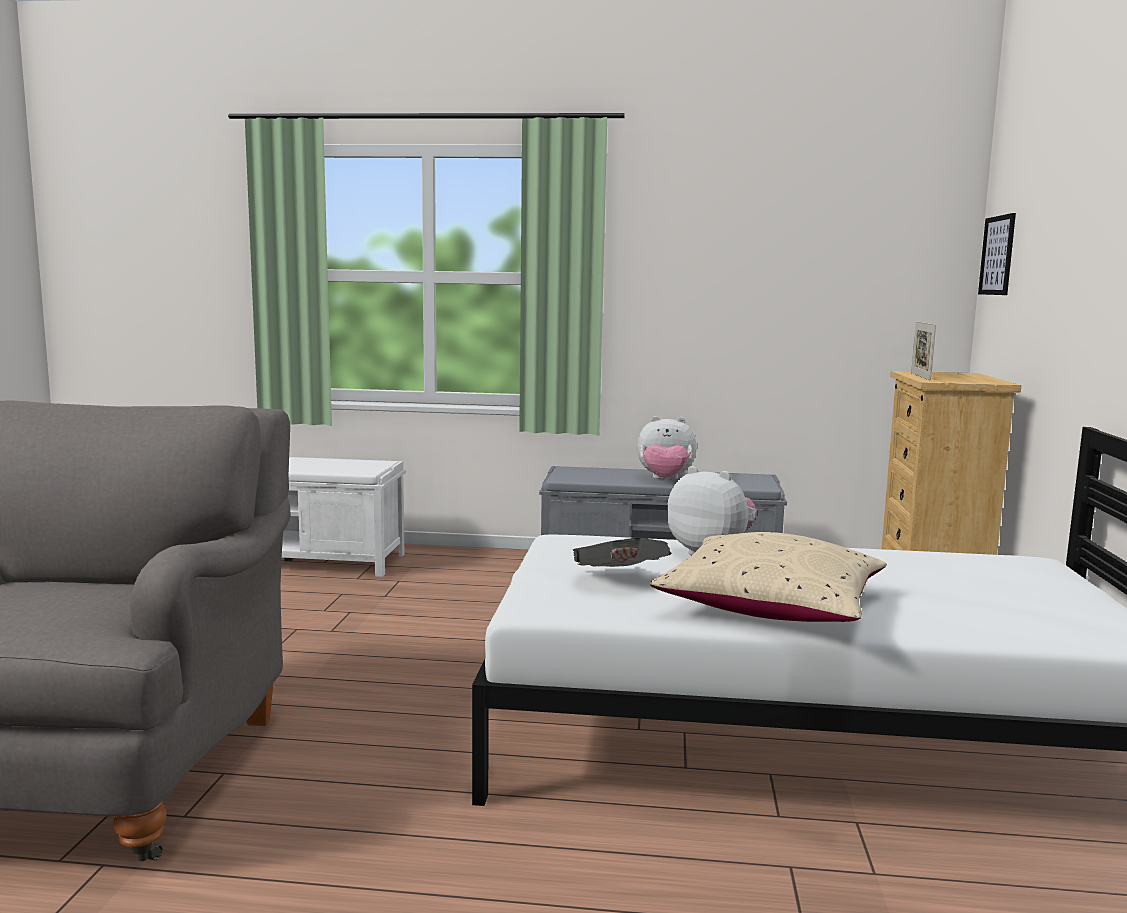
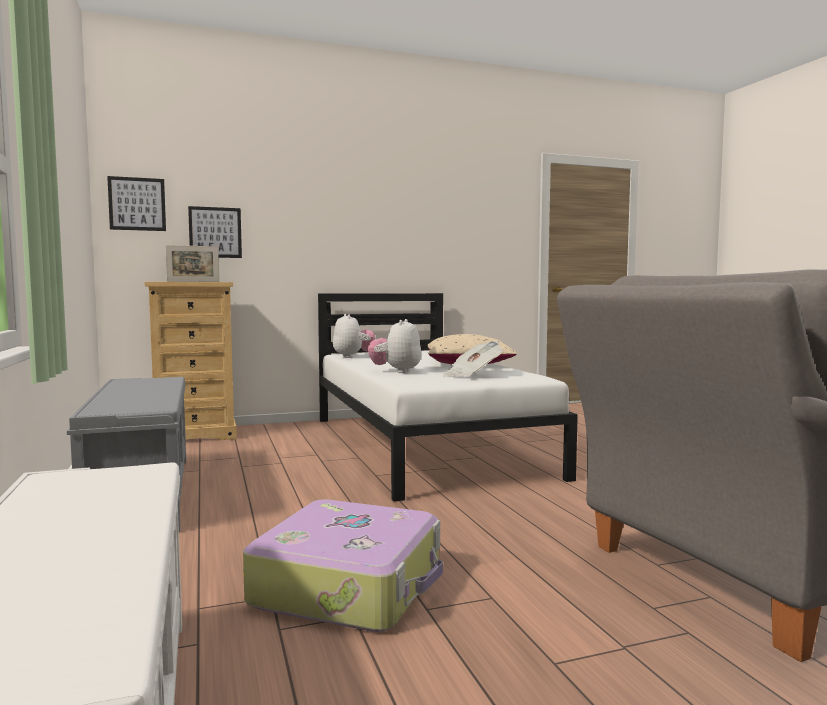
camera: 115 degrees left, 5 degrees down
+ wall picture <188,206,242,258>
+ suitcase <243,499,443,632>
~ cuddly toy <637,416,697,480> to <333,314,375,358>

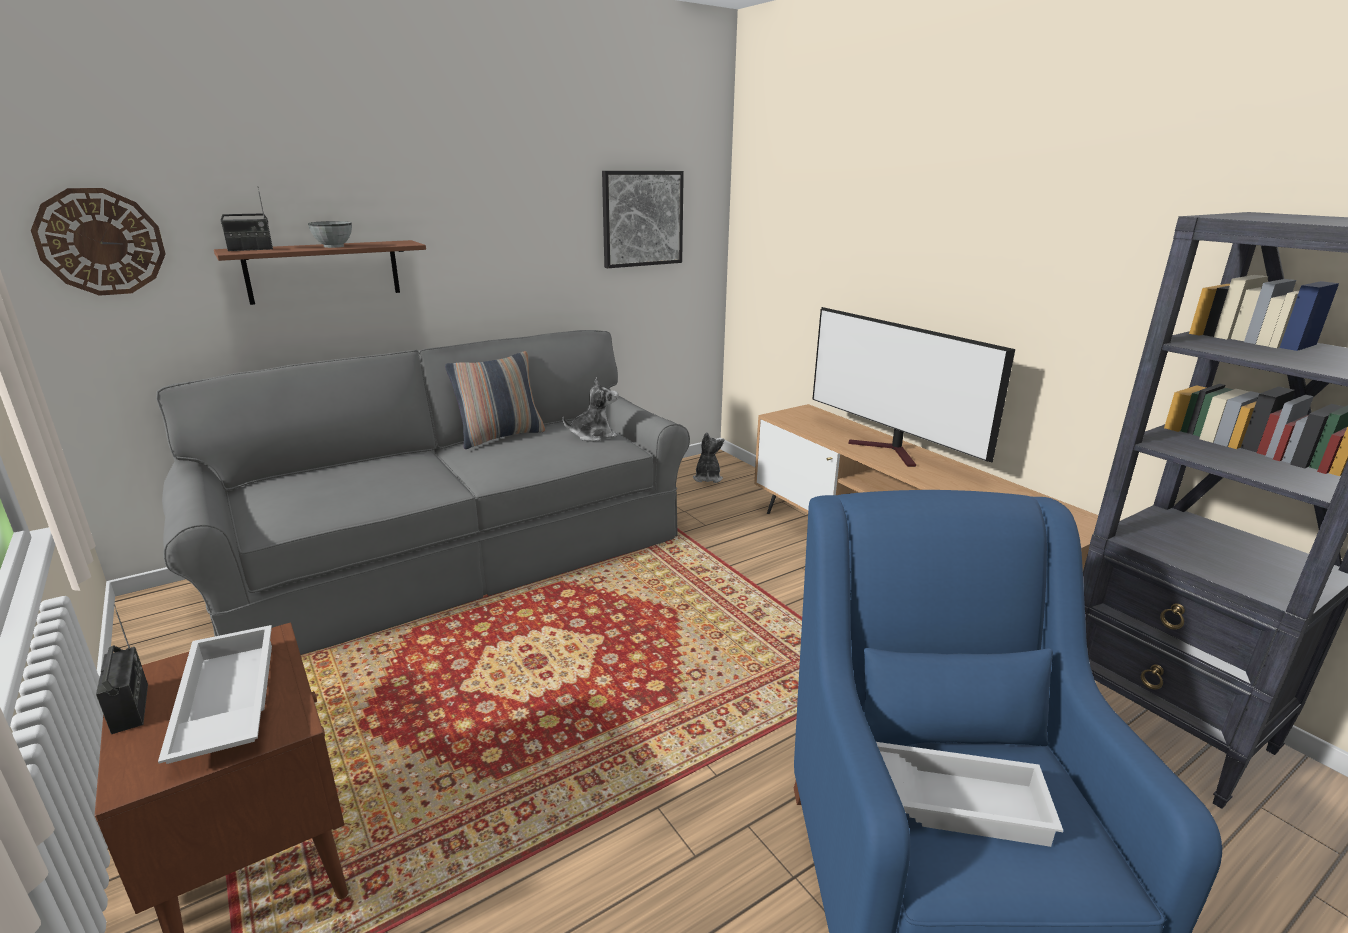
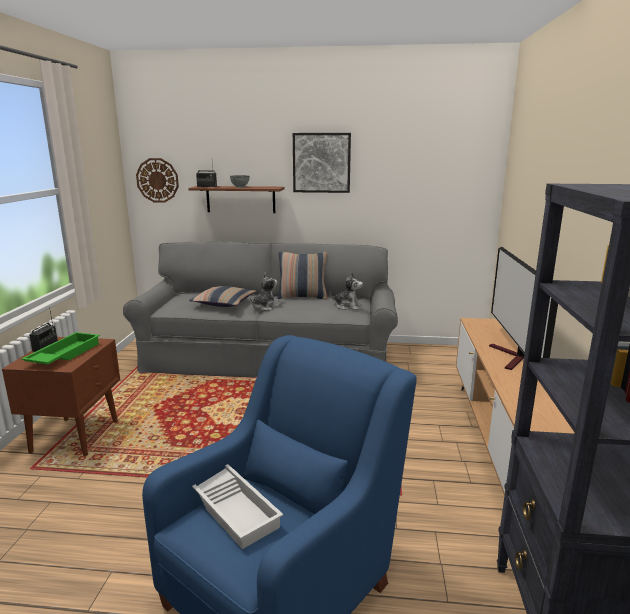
camera: 40 degrees right, 5 degrees down
~ whitish tray <158,625,272,764> to green tray <21,332,100,365>
+ pillow <189,286,256,307>
~ cuddly toy <693,432,724,483> to <250,273,279,311>
~ wall picture <602,171,684,268> to <293,133,351,193>

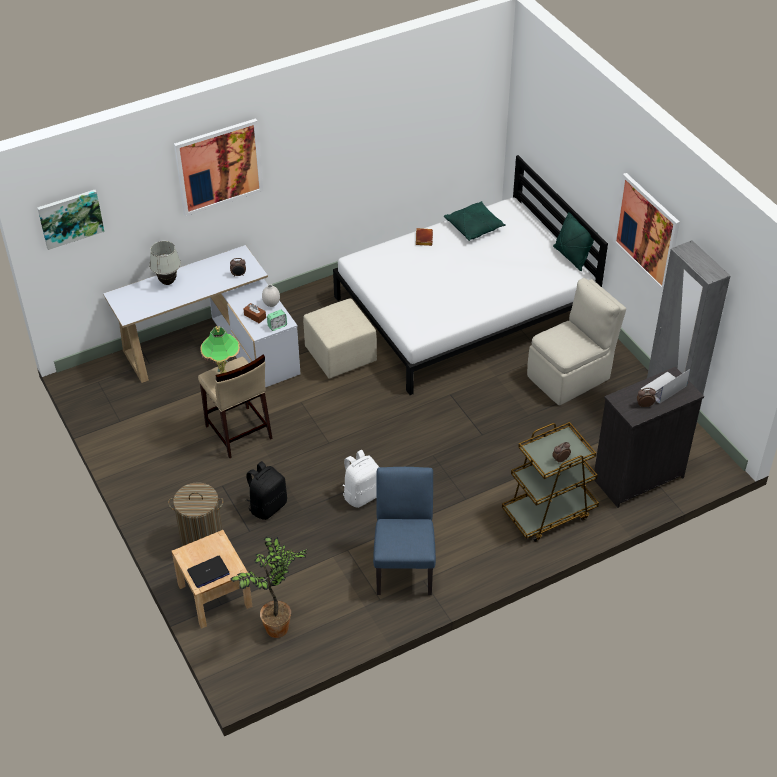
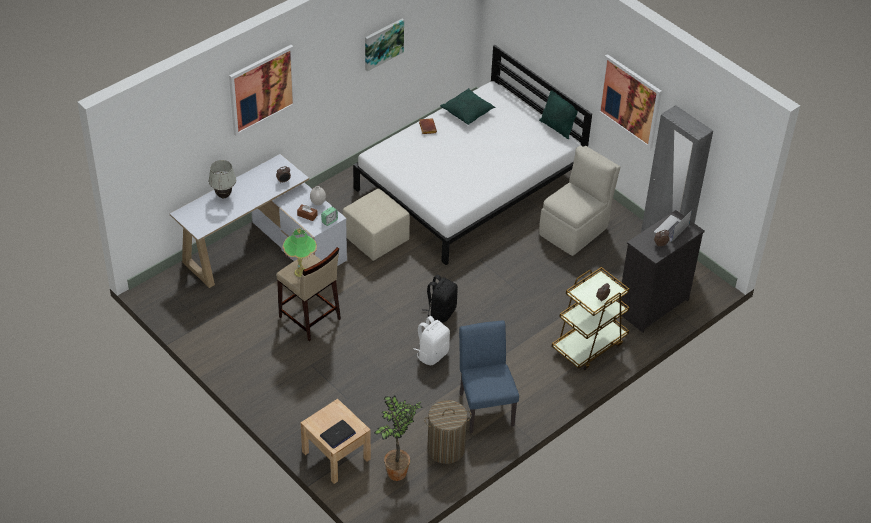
camera: 15 degrees left, 0 degrees up
~ wall picture <37,190,104,250> to <365,19,404,72>
~ blackish knapsack <246,461,287,520> to <422,275,458,323>
~ laundry basket <168,482,223,546> to <424,400,471,464>

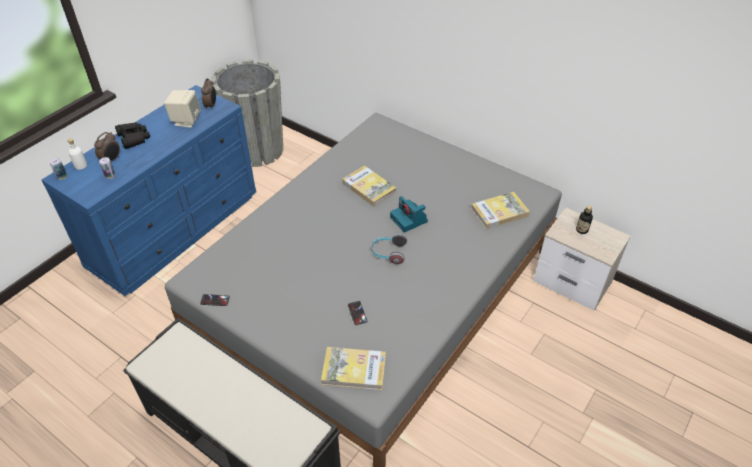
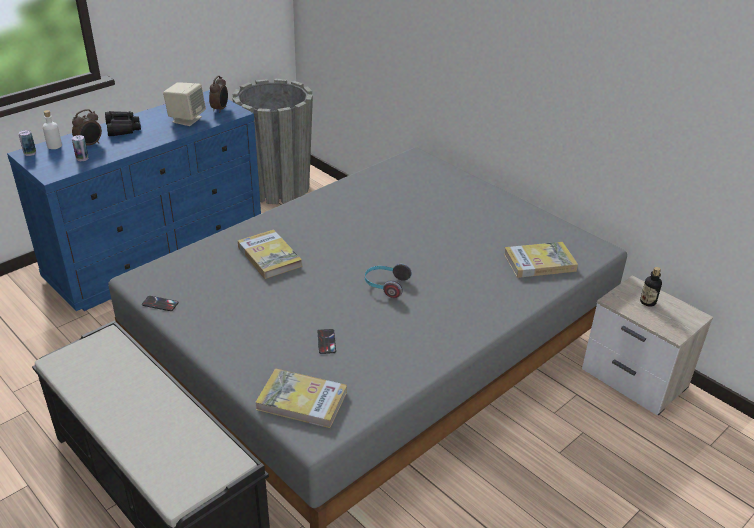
camera: 10 degrees right, 10 degrees down
~ bound book <342,166,396,207> to <238,229,302,279>
- still camera <390,196,428,233>

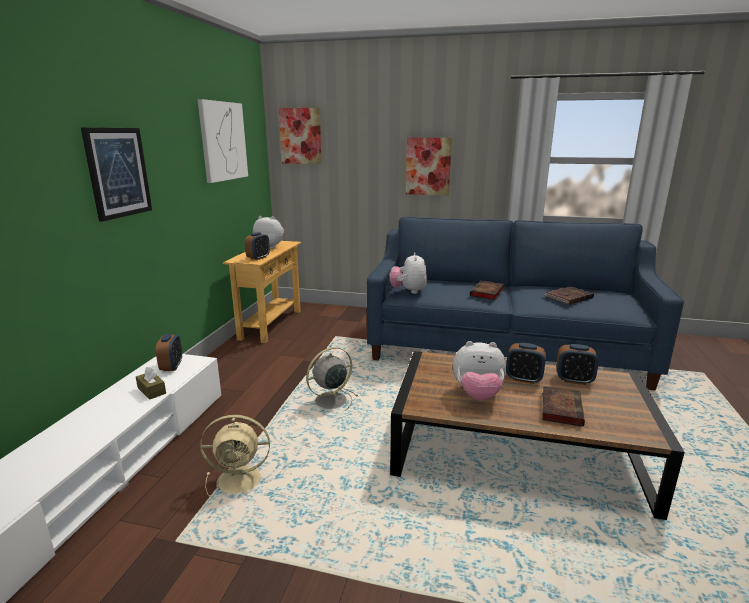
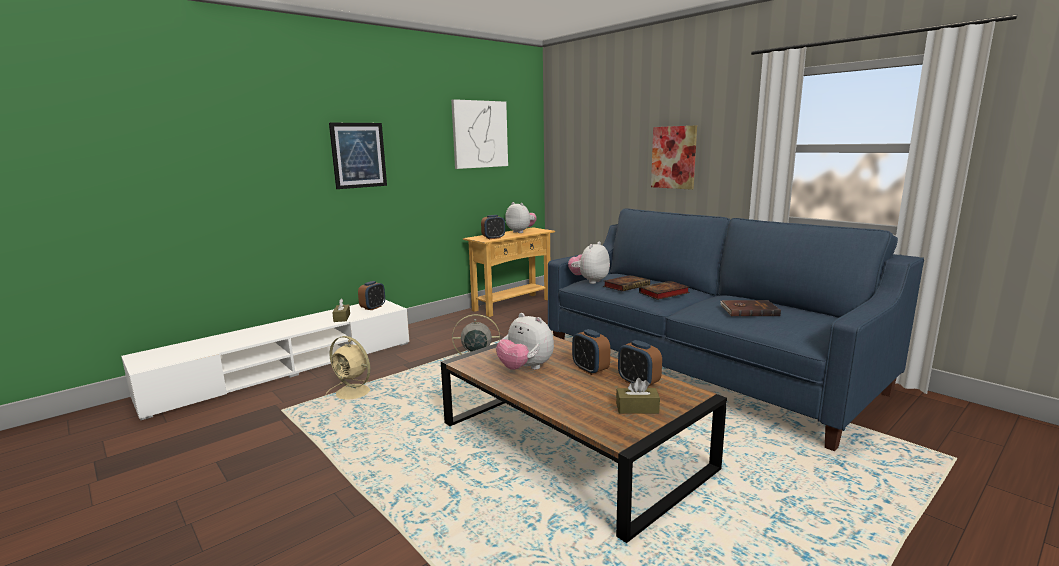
camera: 35 degrees right, 5 degrees down
~ bound book <542,386,585,427> to <603,275,650,291>
+ brown-coloured tissue box <616,378,660,414>
- wall picture <279,108,322,164>

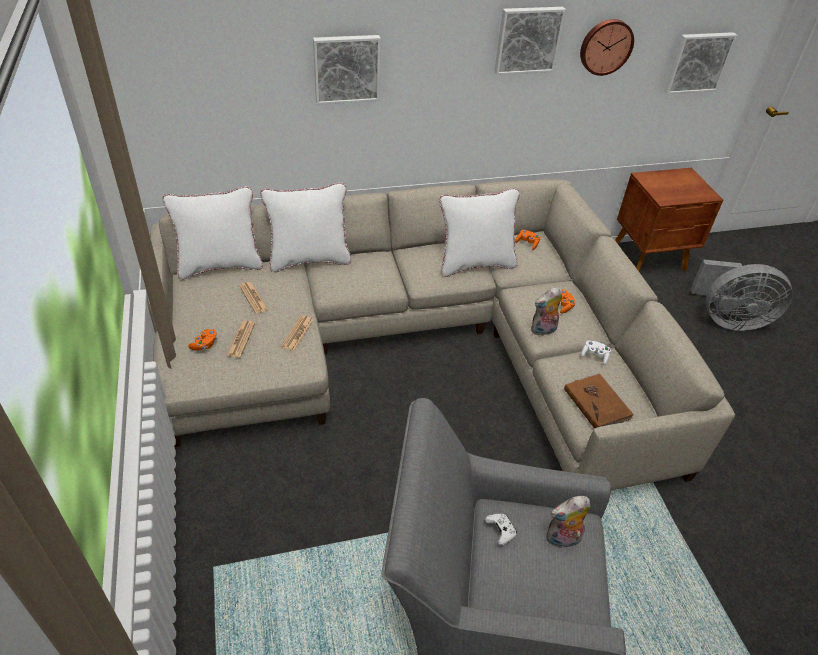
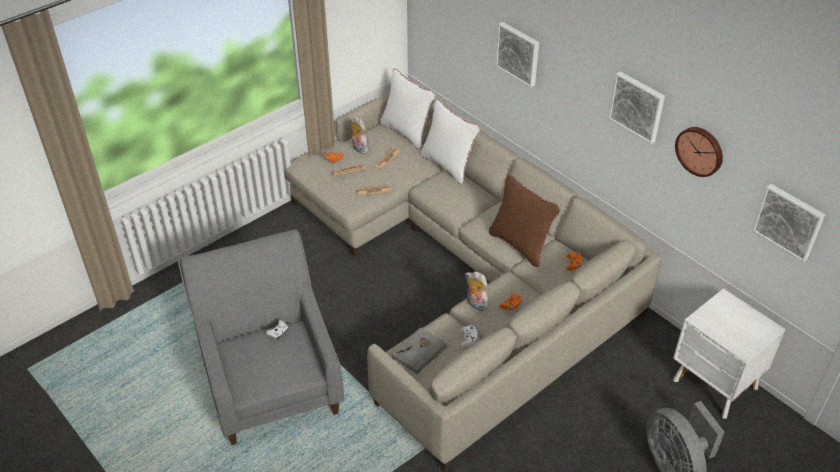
camera: 65 degrees right, 0 degrees up
~ cuddly toy <546,496,590,548> to <350,117,371,154>
~ brown-coloured bound book <564,373,634,428> to grey bound book <392,327,448,375>
~ whitish pillow <439,188,520,277> to brown-coloured pillow <489,174,560,267>
~ brown-coloured nightstand <615,168,723,271> to whitish nightstand <673,288,785,419>

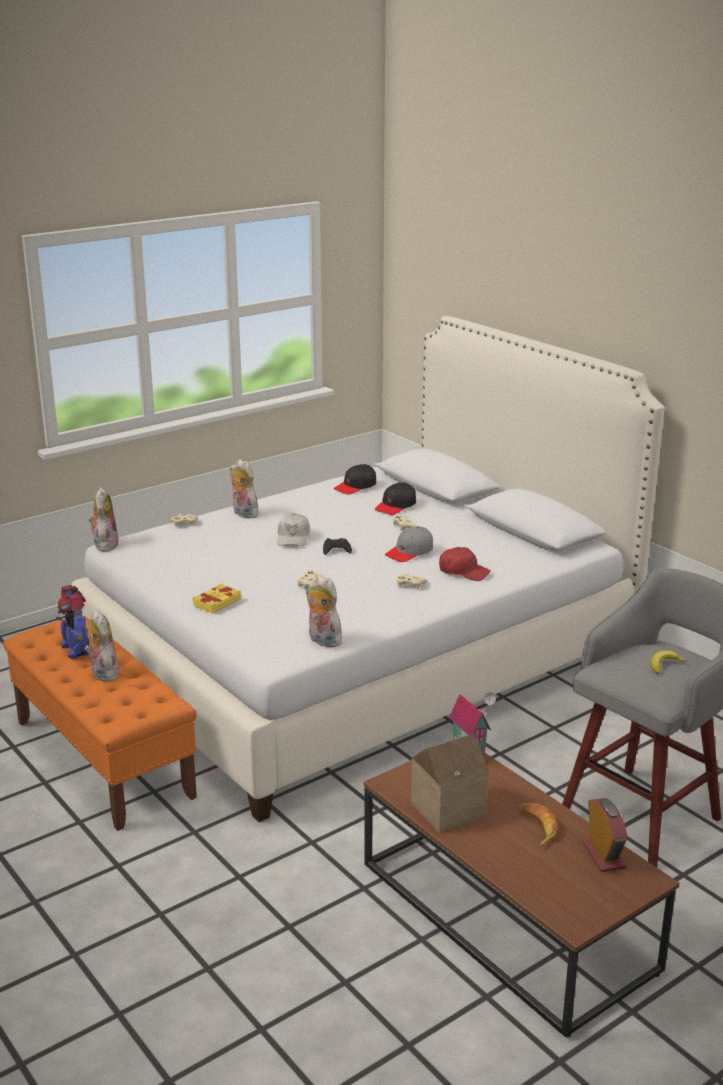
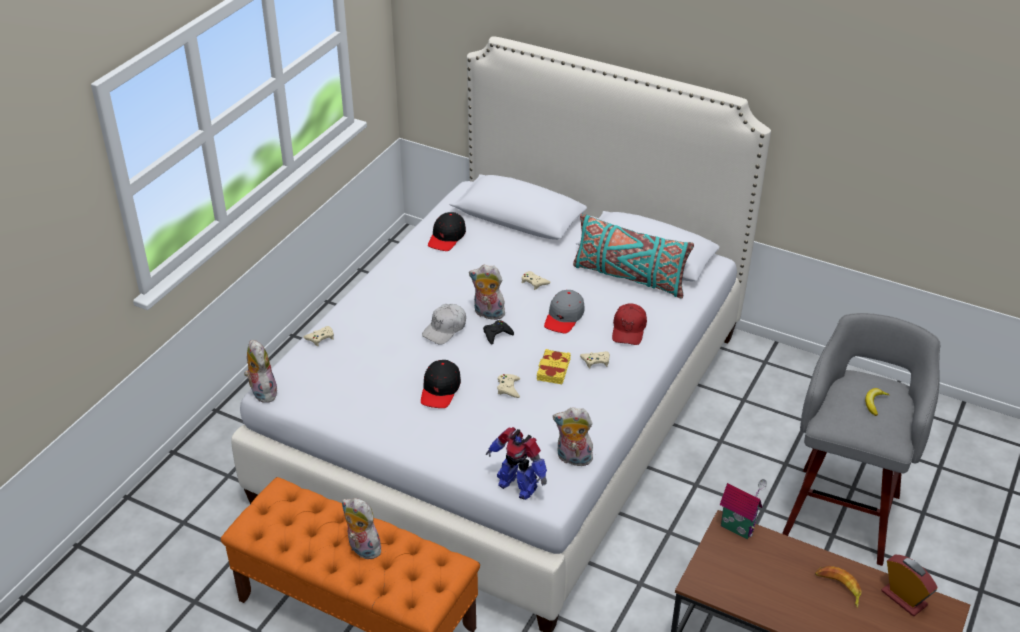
camera: 25 degrees left, 15 degrees up
~ blackish peaked cap <374,482,416,515> to <421,360,461,408>
~ whitish peaked cap <277,513,310,546> = <422,304,466,344> 60 degrees clockwise
~ cuddly toy <230,459,259,519> to <469,264,505,320>
~ robot figure <57,585,89,659> to <486,427,547,500>
~ yellow bound book <192,583,241,614> to <537,349,571,384>
+ blue-green pillow <573,214,694,299>
~ red-coloured peaked cap <439,547,491,581> = <612,303,647,345> 105 degrees clockwise
- model house <411,734,489,833>

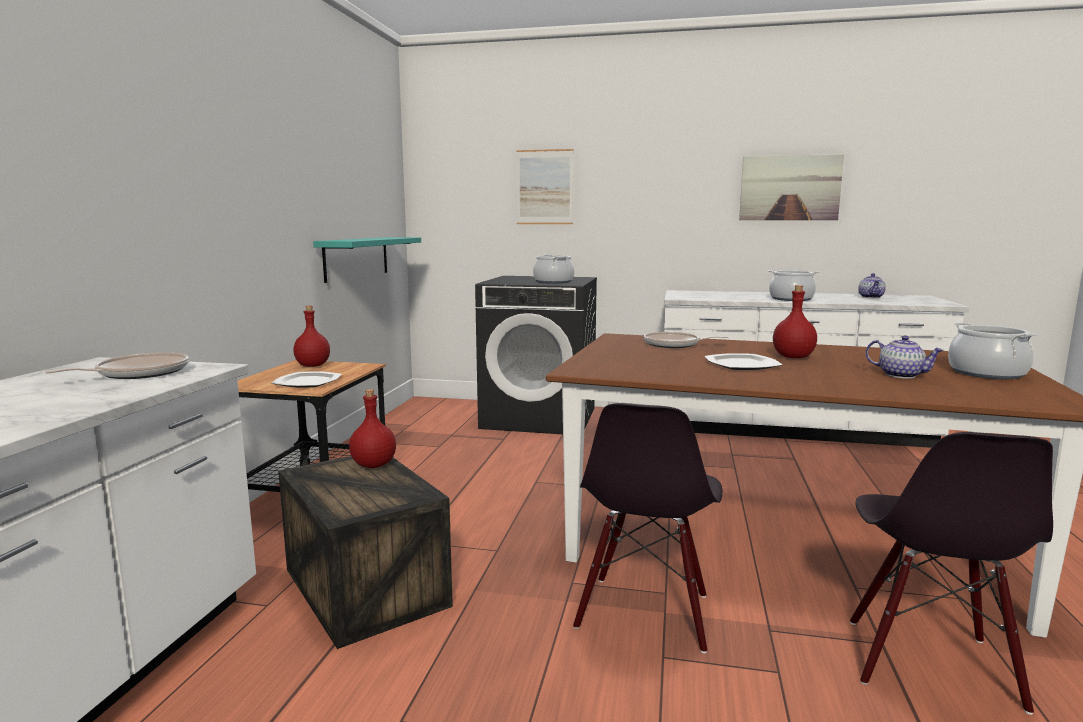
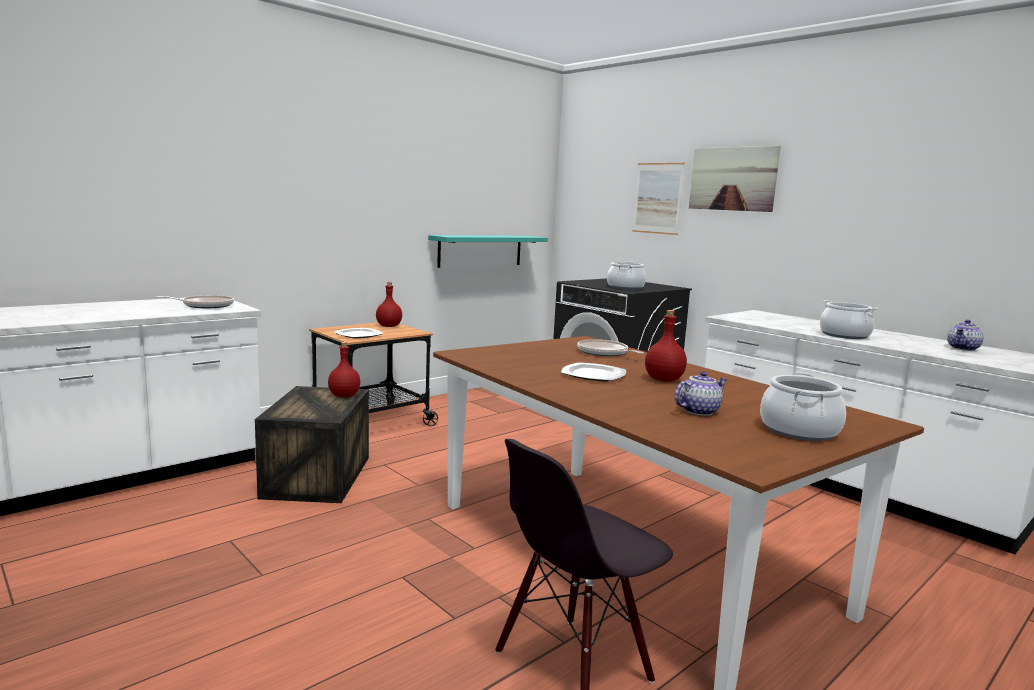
camera: 35 degrees right, 0 degrees up
~ pot for tea <866,335,944,379> = <674,371,728,416> 105 degrees counterclockwise
~ wall picture <739,154,844,220> to <689,146,781,212>
- blackish upright chair <573,403,723,653>

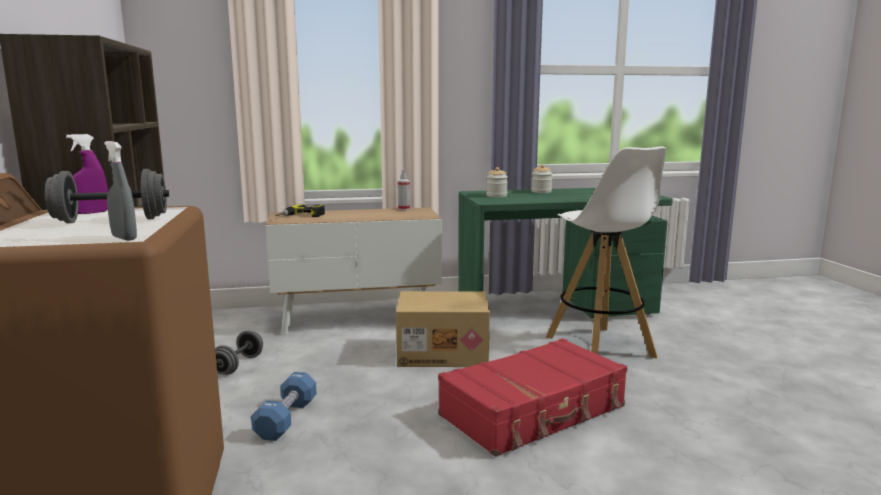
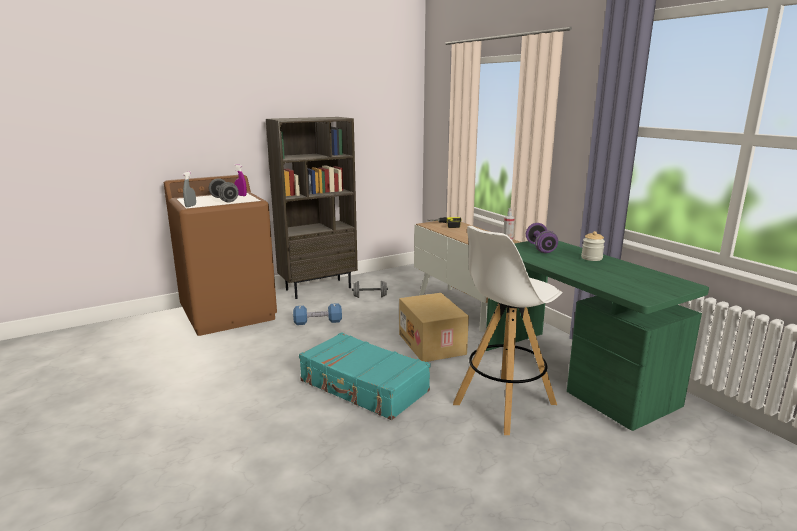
camera: 70 degrees right, 5 degrees up
~ red-coloured suitcase <438,338,627,457> to blue-green suitcase <299,332,431,420>
~ jar <486,167,508,197> to purple dumbbell <526,223,558,253>

